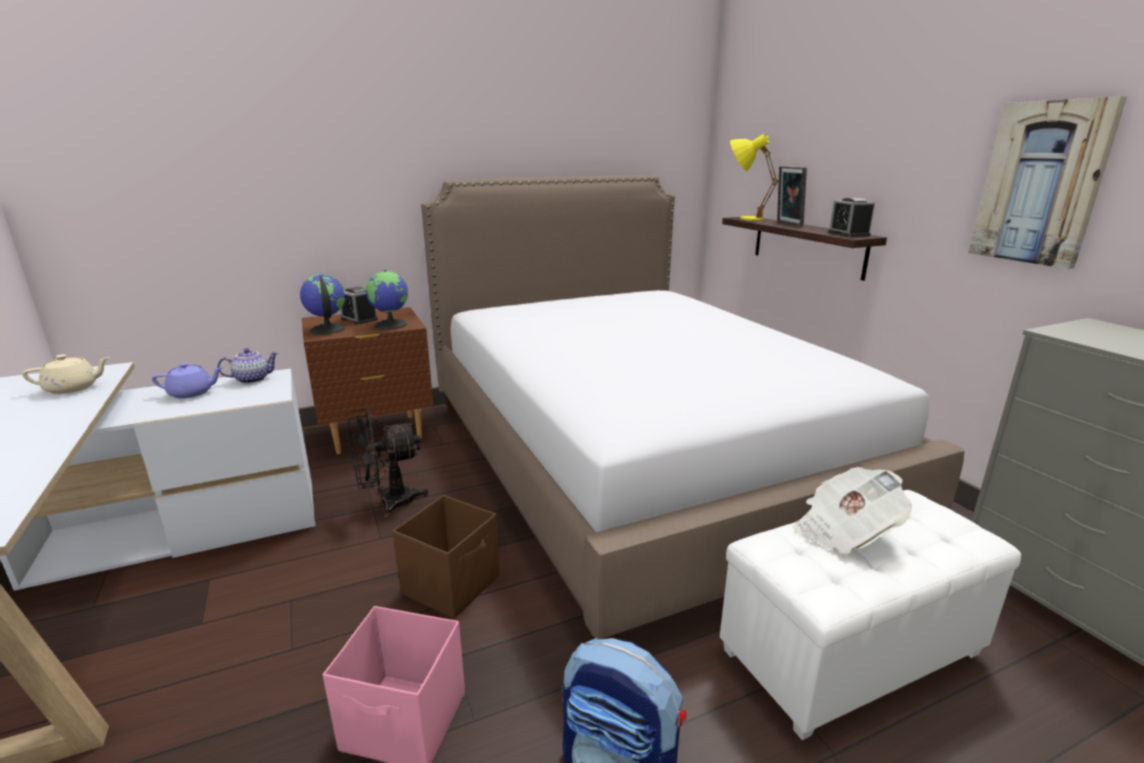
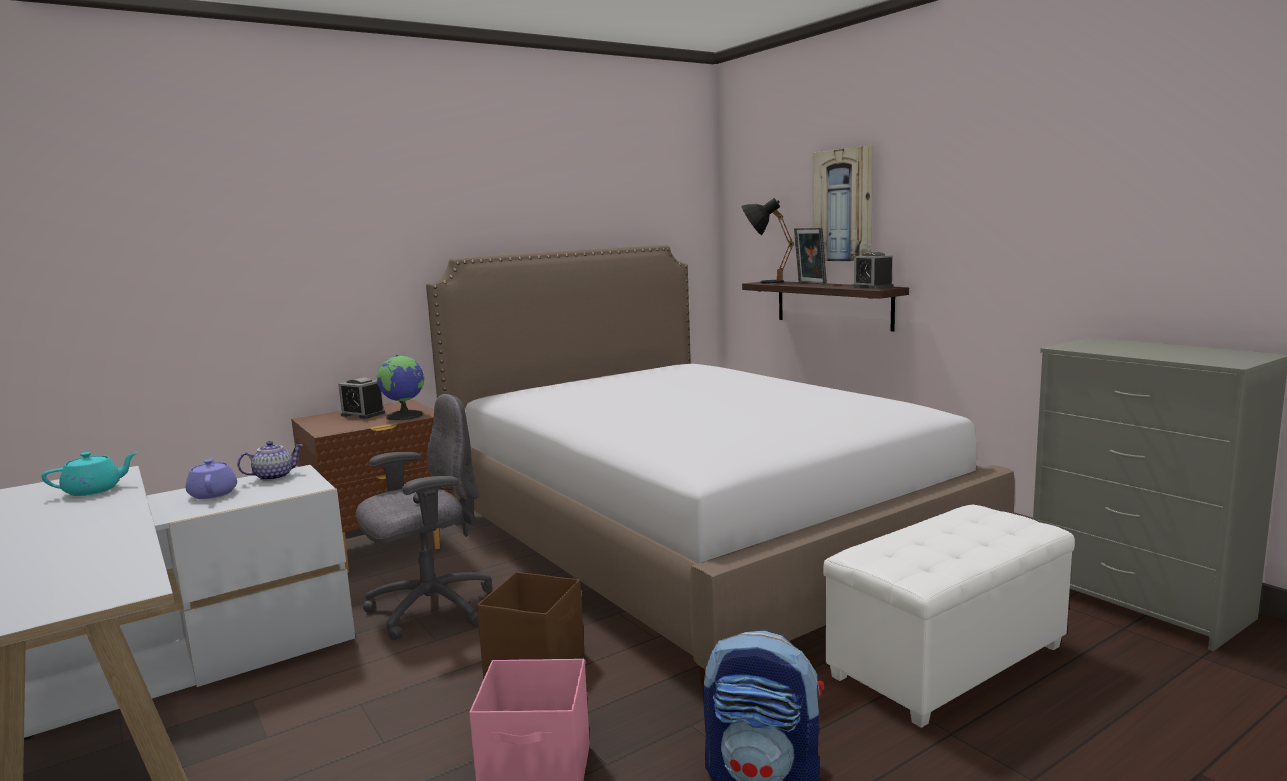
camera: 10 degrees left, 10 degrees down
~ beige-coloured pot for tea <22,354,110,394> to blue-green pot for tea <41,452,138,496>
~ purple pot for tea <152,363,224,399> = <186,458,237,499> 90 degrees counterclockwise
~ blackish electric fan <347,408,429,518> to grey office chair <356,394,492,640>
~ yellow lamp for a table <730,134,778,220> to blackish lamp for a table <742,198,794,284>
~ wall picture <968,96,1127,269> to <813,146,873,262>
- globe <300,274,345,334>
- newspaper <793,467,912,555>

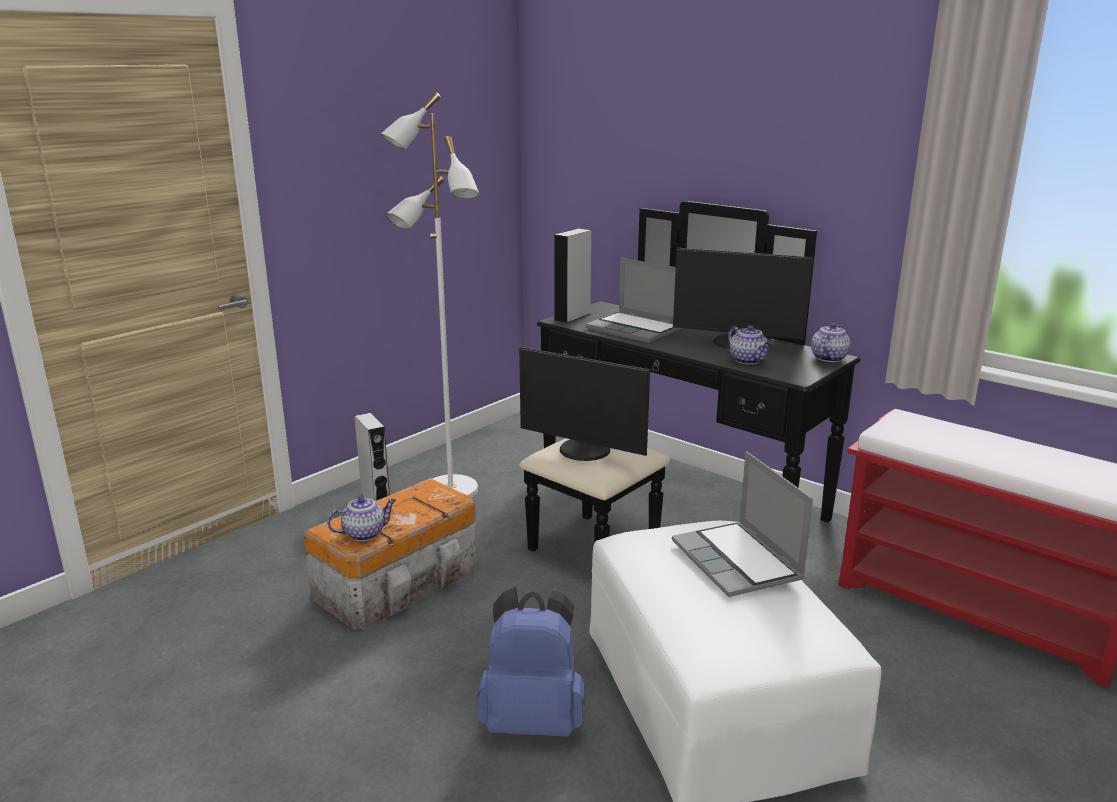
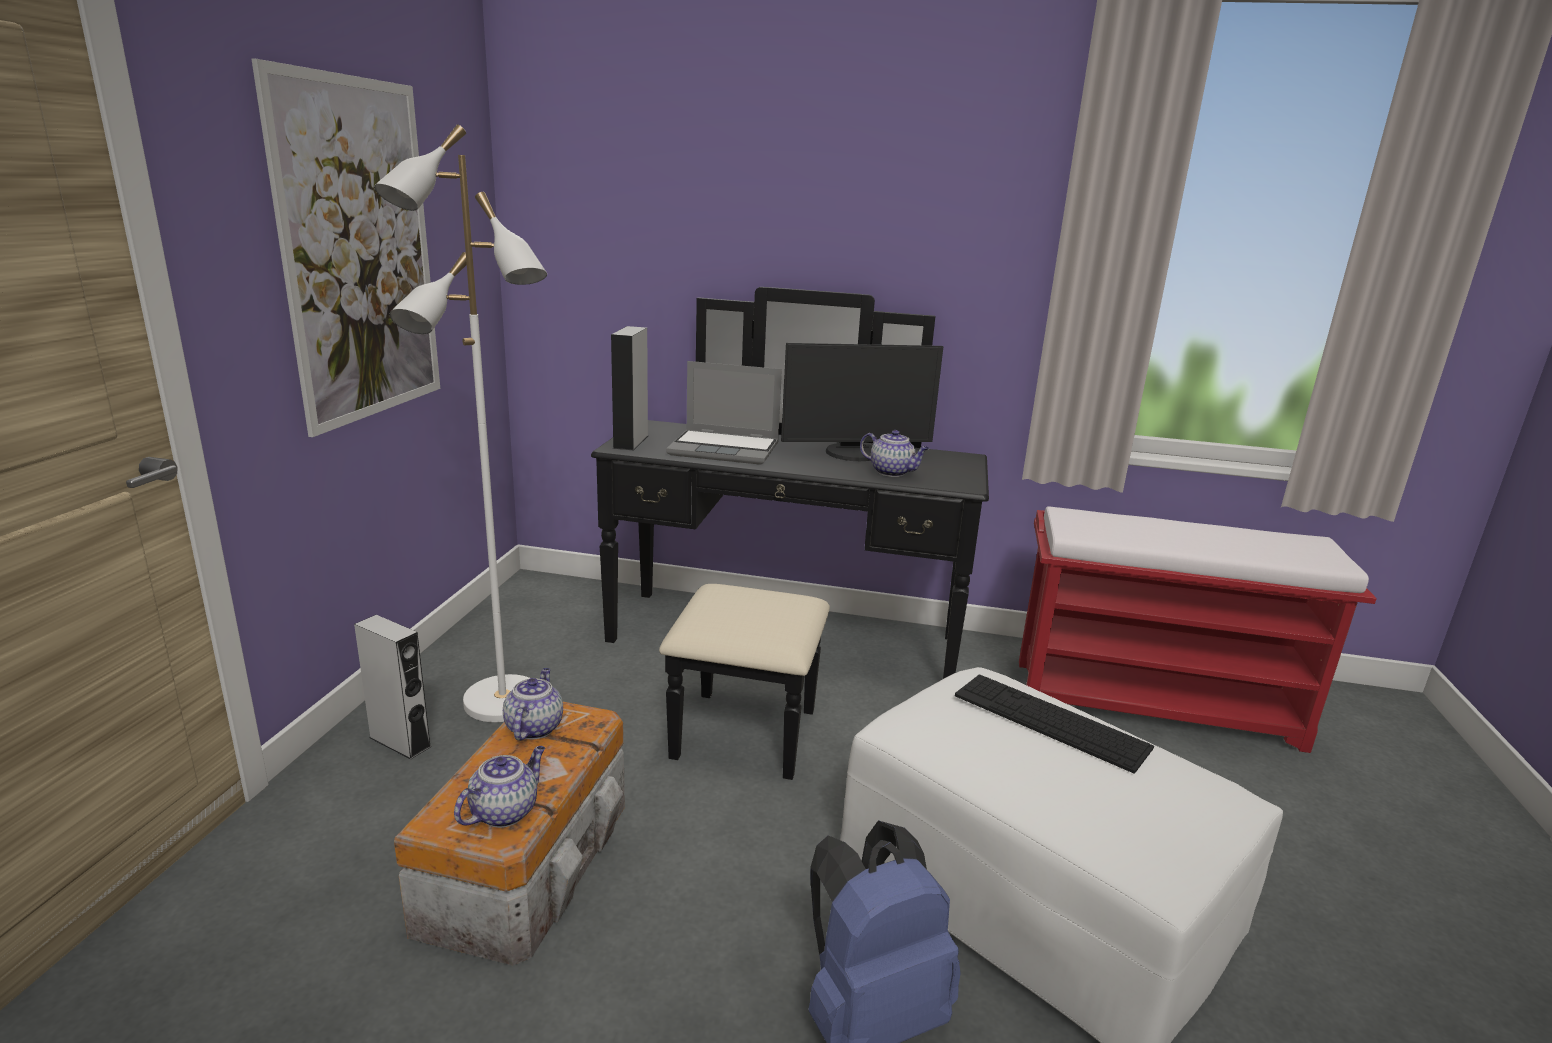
camera: 30 degrees left, 0 degrees up
+ wall picture <251,58,440,437>
~ pot for tea <811,323,850,362> to <503,668,563,741>
~ portable computer <672,451,813,597> to computer keyboard <955,675,1154,774>
- computer display <519,347,650,461>

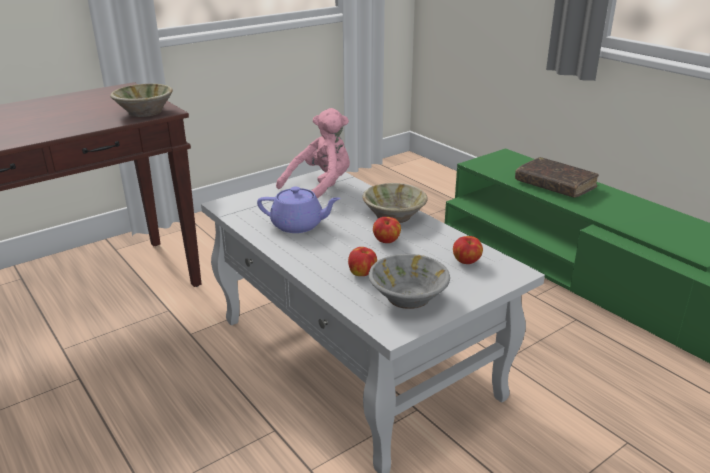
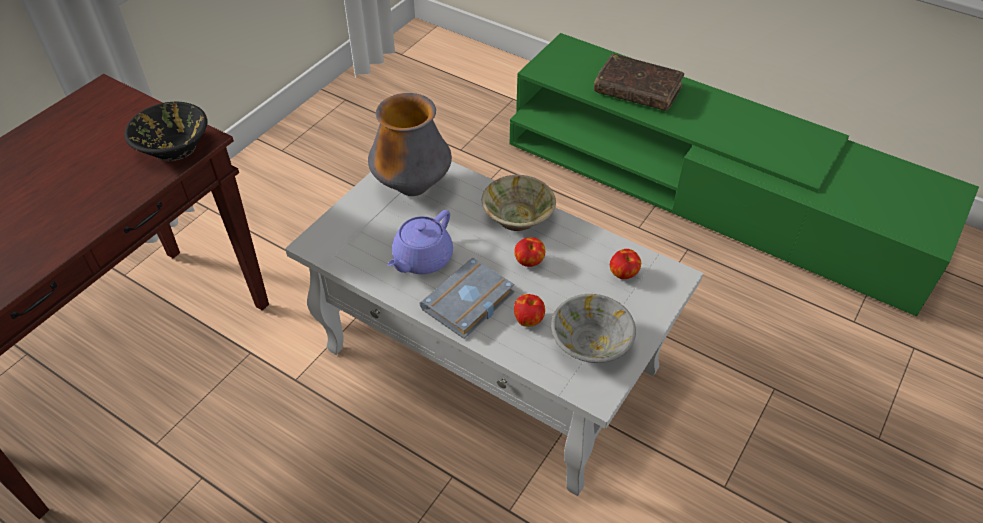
camera: 20 degrees left, 20 degrees up
~ beige-coloured deep dish <110,84,173,117> to blackish deep dish <125,102,208,161>
~ pinkish cuddly toy <276,108,350,198> to decorative vase <368,93,452,196>
~ purple pot for tea <257,187,341,233> = <388,210,453,274> 135 degrees clockwise
+ grey bound book <420,258,514,339>

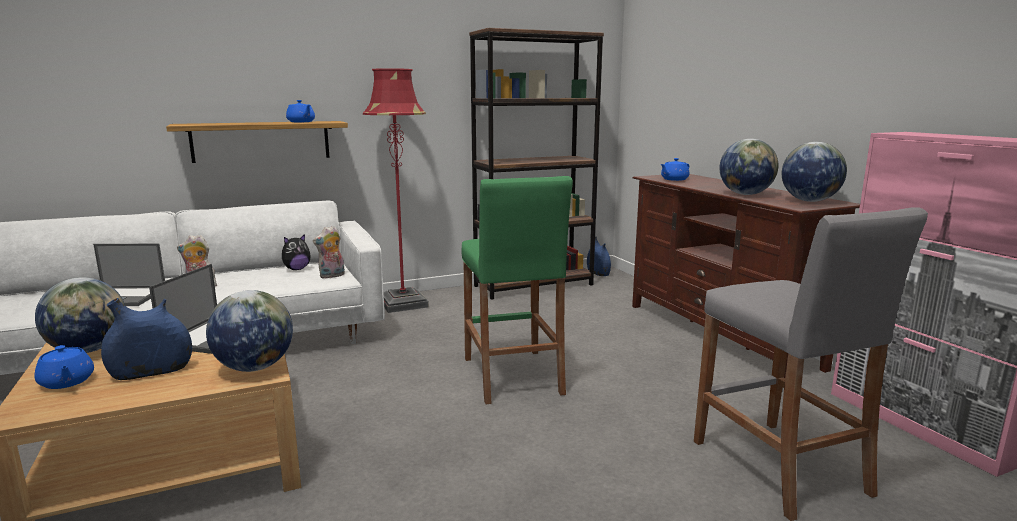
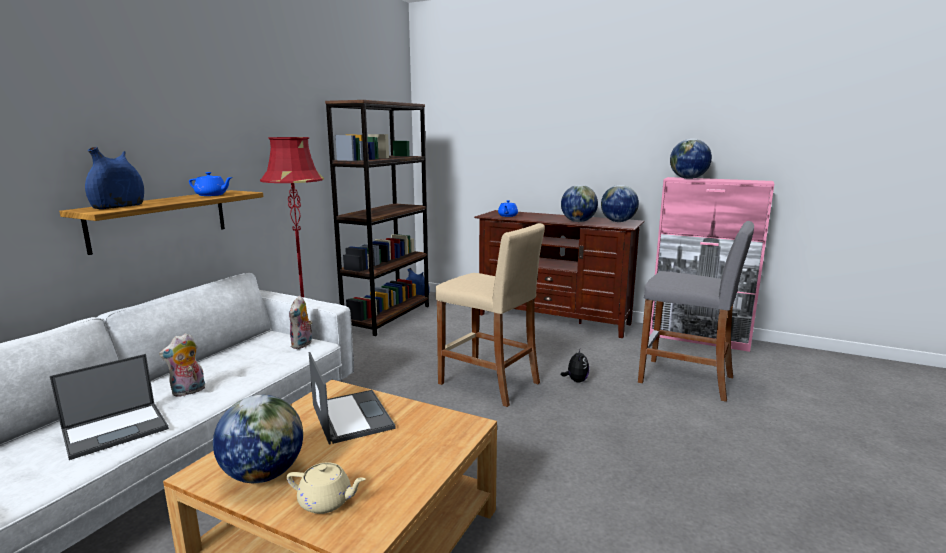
camera: 40 degrees left, 0 degrees up
~ blue-coloured decorative vase <101,298,192,380> to <85,147,144,209>
~ blue-coloured pot for tea <34,345,94,389> to beige-coloured pot for tea <287,462,365,514>
~ green sitting stool <462,176,573,404> to beige-coloured sitting stool <435,223,545,407>
~ cuddly toy <282,234,311,270> to <561,350,589,382>
~ globe <206,290,293,372> to <670,139,712,179>

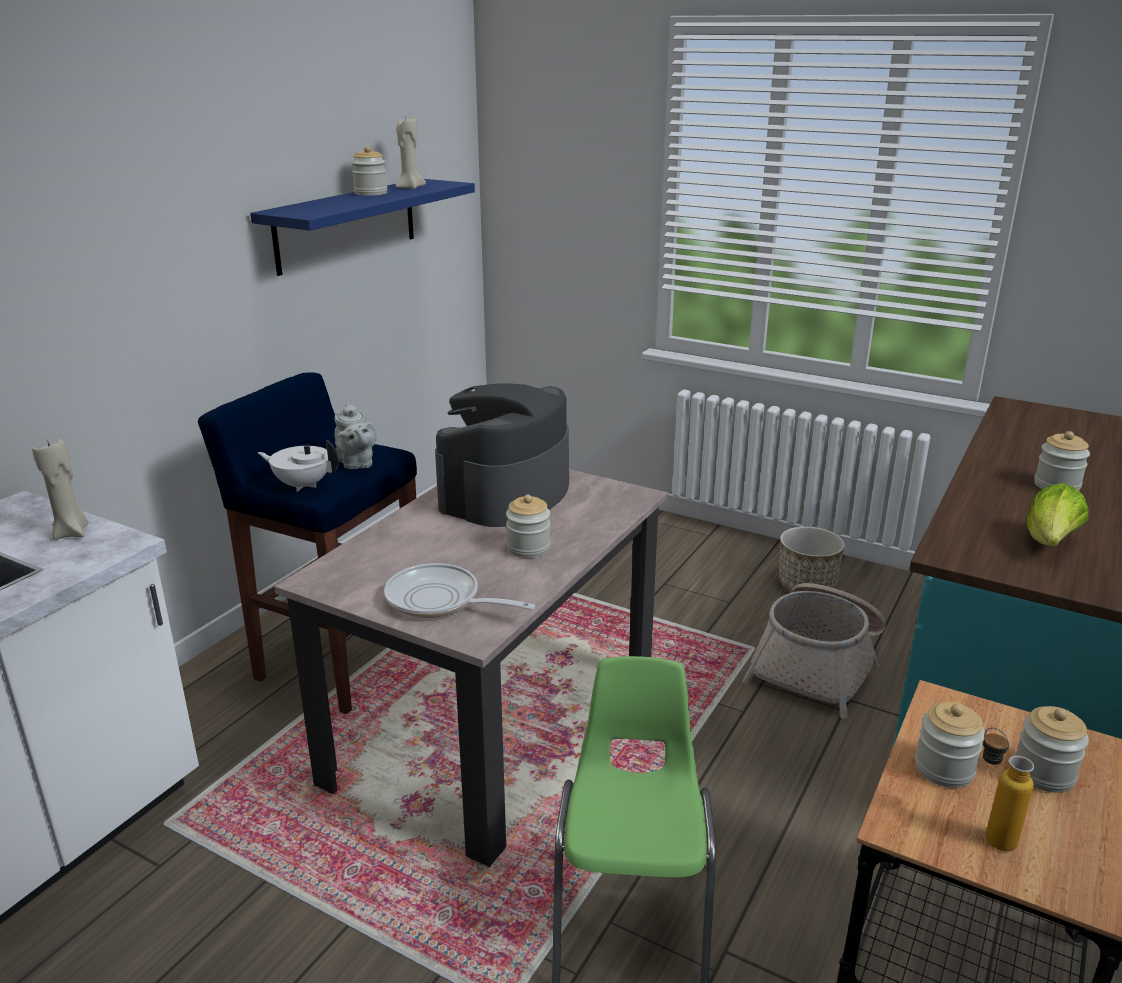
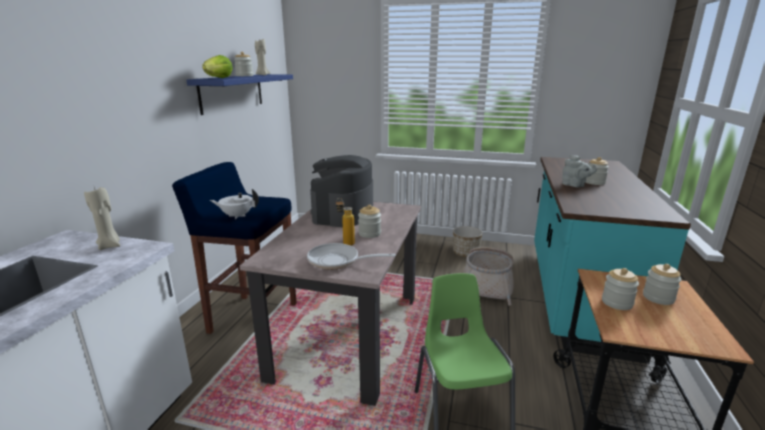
camera: 15 degrees left, 5 degrees down
~ head of lettuce <1027,483,1088,547> to <202,55,233,78>
~ drink bottle <983,727,1034,851> to <336,198,355,246>
~ grey pot for tea <334,403,377,469> to <562,155,597,187>

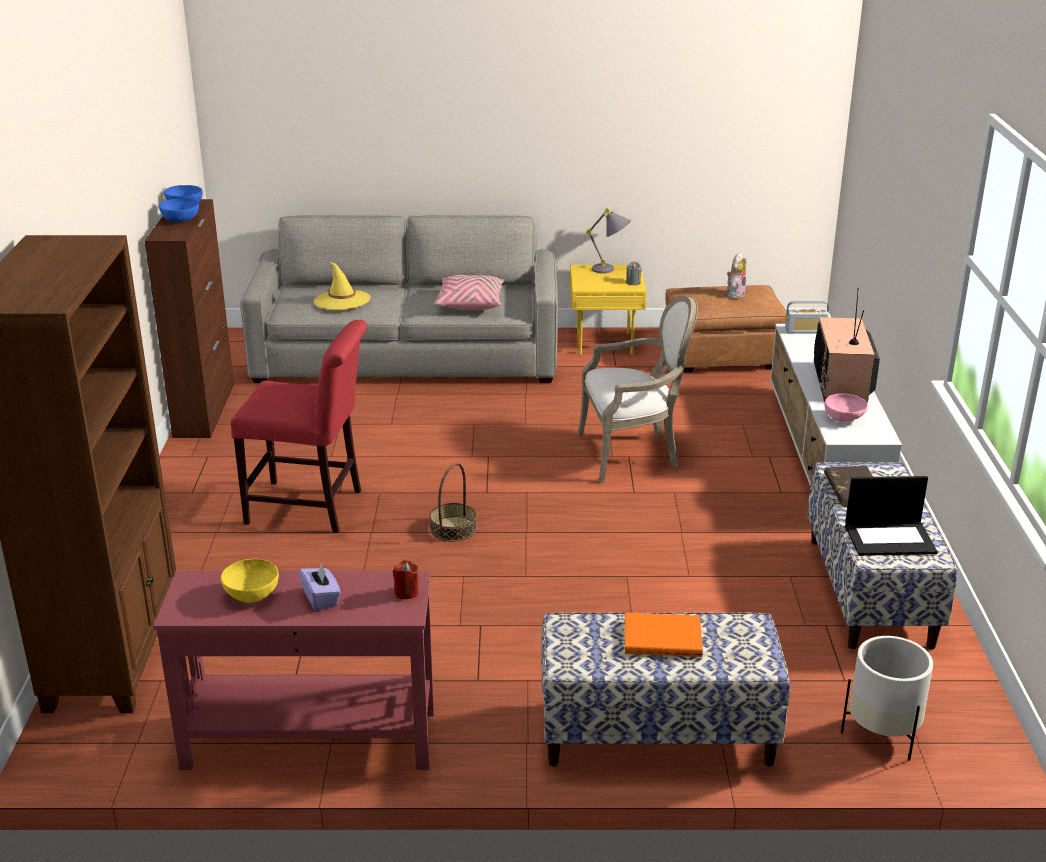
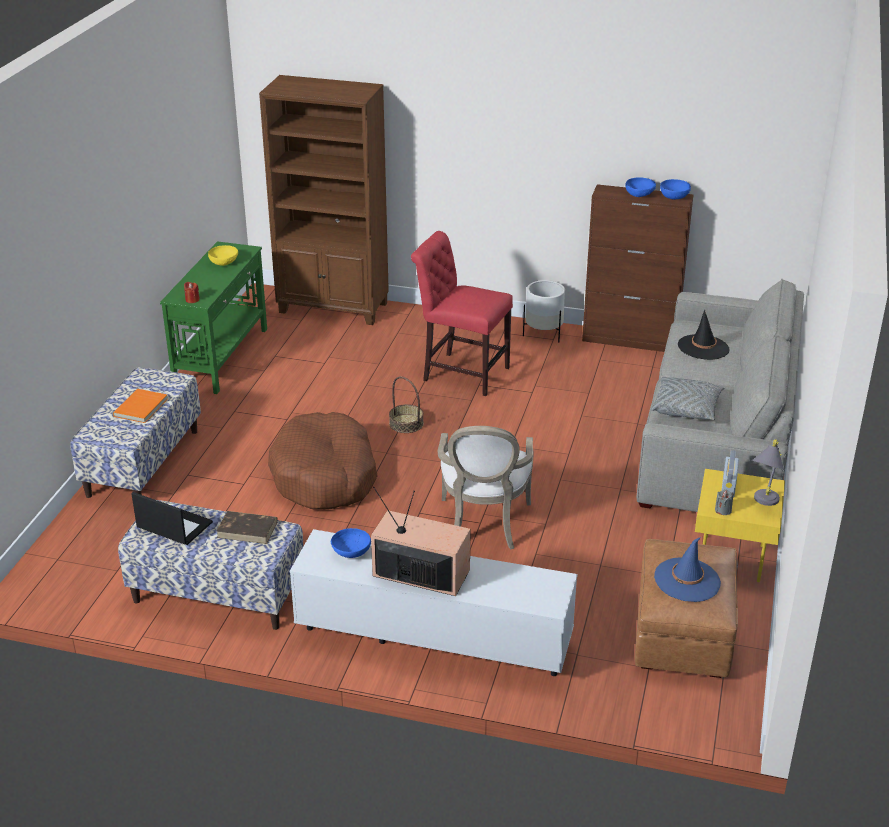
camera: 105 degrees right, 5 degrees up
~ portable computer <845,476,938,556> = <131,492,213,545> 105 degrees clockwise
~ red-coloured hall table <153,571,434,770> to green hall table <160,241,267,394>
+ brown-coloured pet bed <268,412,378,509>
~ pinkish deep dish <825,394,868,422> to blue-coloured deep dish <331,528,371,558>
~ red-coloured upright chair <231,320,367,533> = <411,231,513,396> 90 degrees clockwise
~ whitish planter <841,636,933,761> to <523,280,565,342>
~ pinkish pillow <433,275,505,310> to grey pillow <651,377,724,420>
~ cuddly toy <727,252,746,299> to blue-coloured wearable hat <654,537,721,602>
~ yellow wearable hat <314,262,371,310> to blackish wearable hat <678,310,729,360>
~ radio set <785,301,829,334> to <721,450,739,497>
- purple tissue box <299,563,341,611>

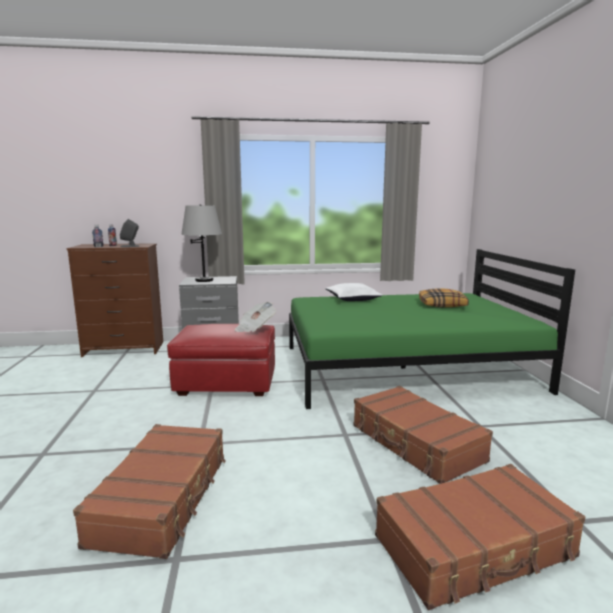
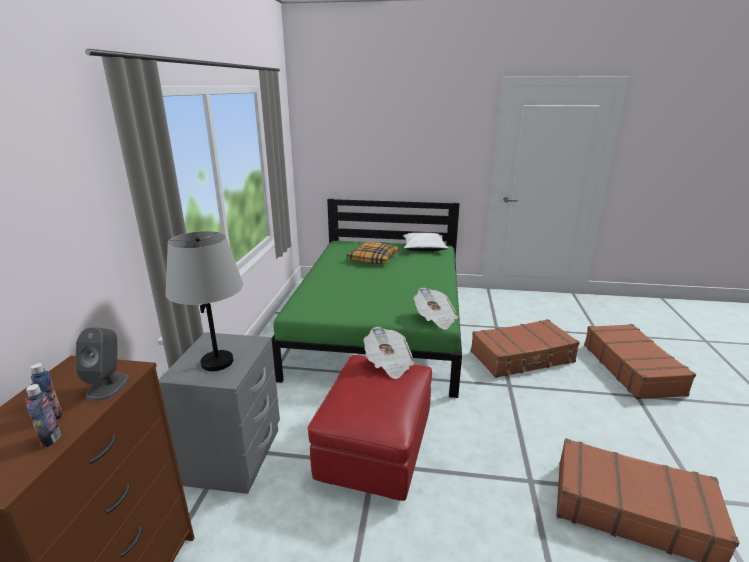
camera: 75 degrees left, 10 degrees up
~ whitish pillow <325,283,383,301> to <403,233,449,251>
+ newspaper <414,288,458,330>

